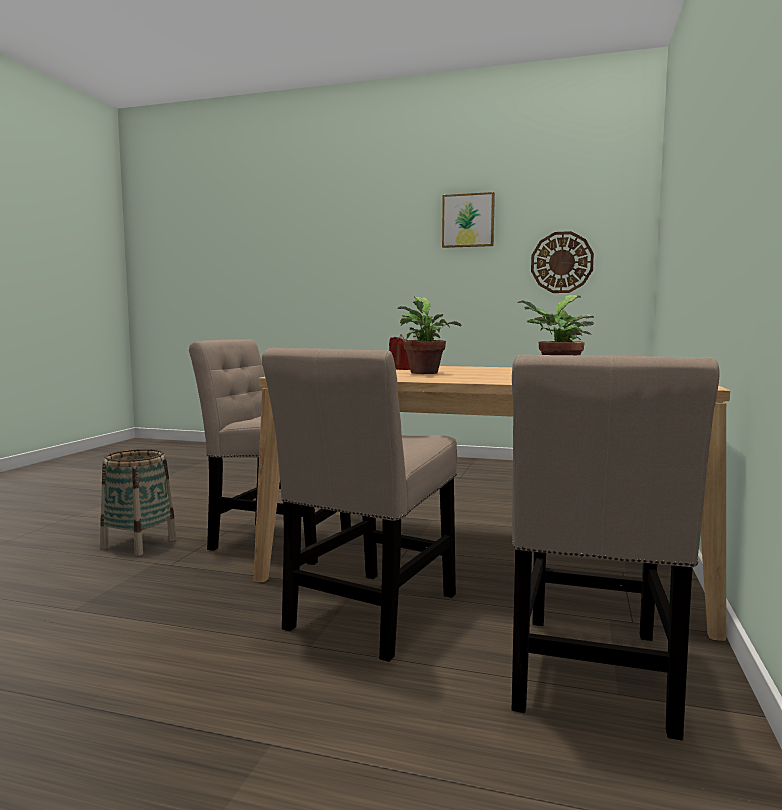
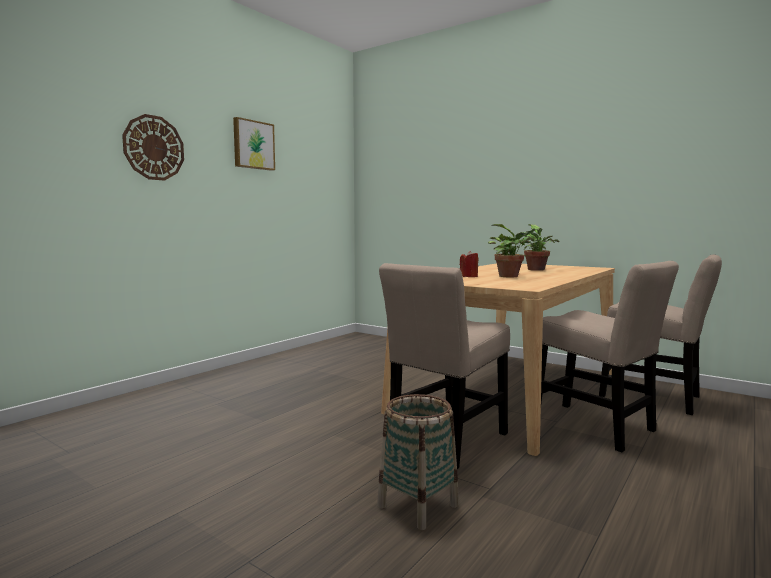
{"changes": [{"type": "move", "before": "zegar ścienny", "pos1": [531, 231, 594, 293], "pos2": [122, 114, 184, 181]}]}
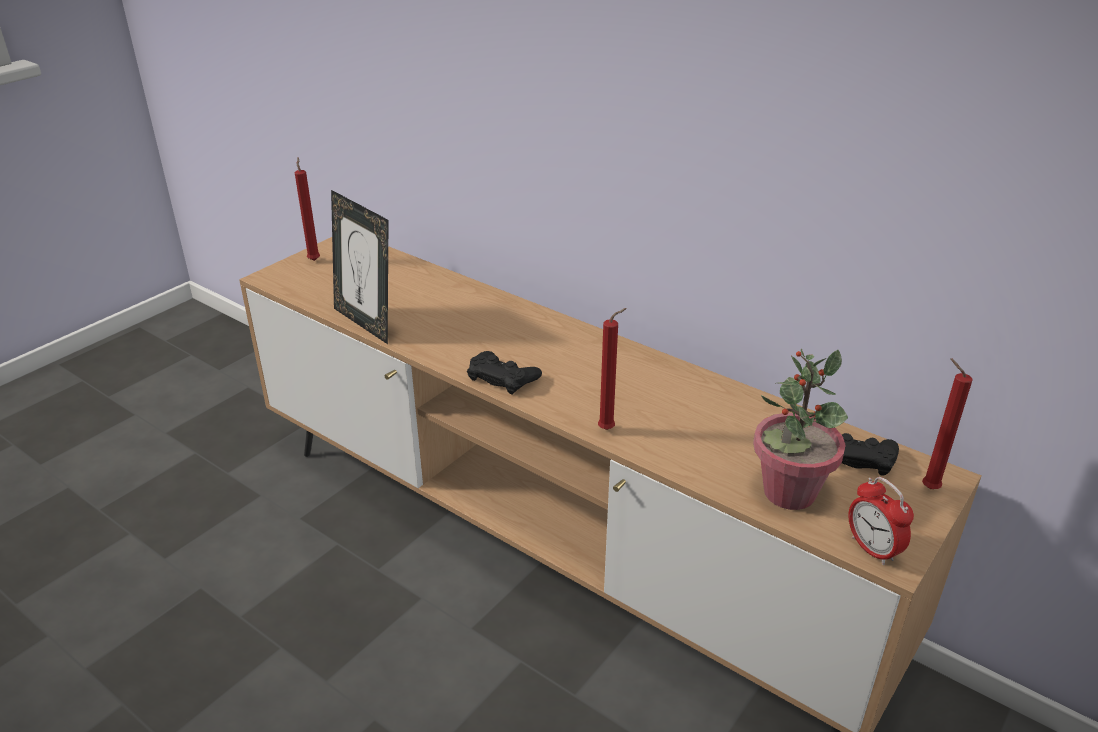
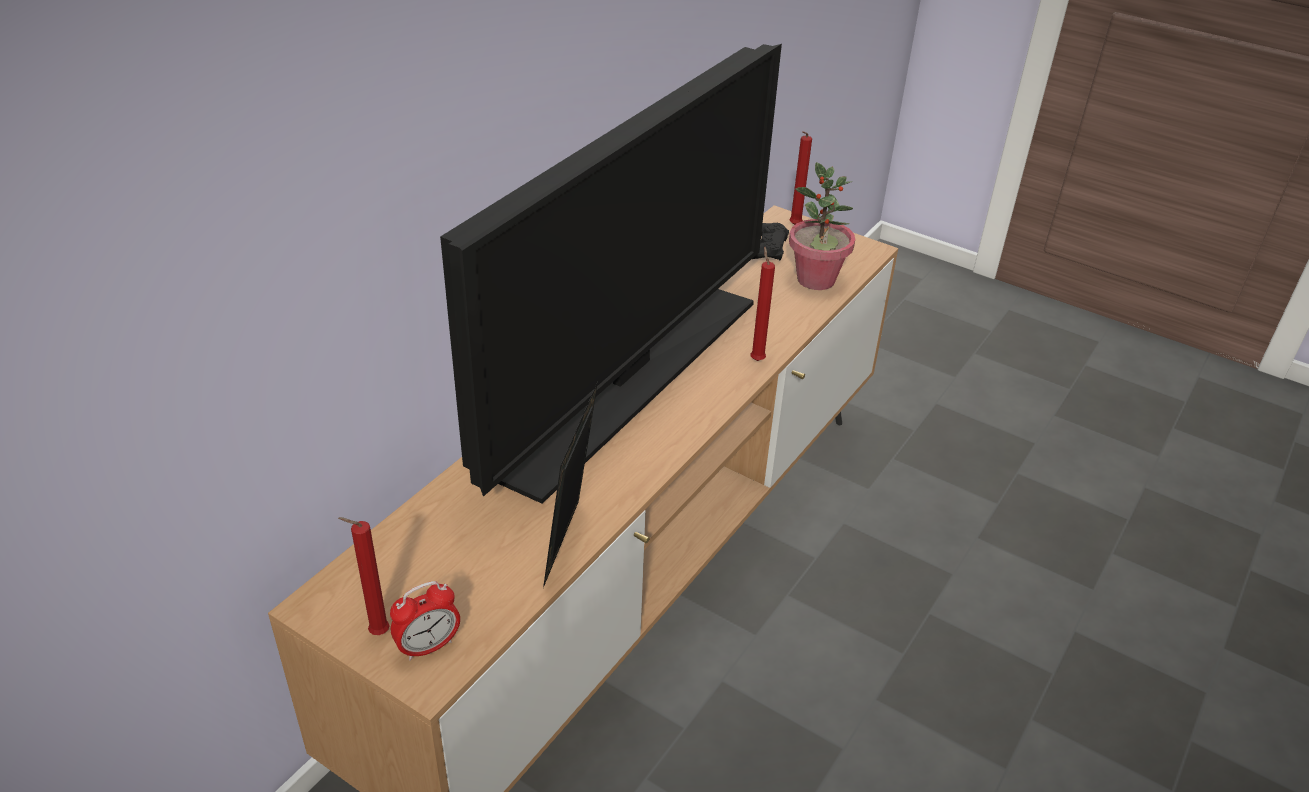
{"changes": [{"type": "rotate", "before": "ramka na zdjęcie", "pos1": [331, 190, 388, 344], "pos2": [543, 382, 598, 588], "turn": 150}, {"type": "delete", "before": "pad do gier/czarny", "pos1": [467, 351, 542, 394]}, {"type": "move", "before": "budzik", "pos1": [848, 477, 914, 565], "pos2": [390, 581, 460, 661]}, {"type": "insert", "after": "telewizor", "pos2": [440, 44, 782, 504]}]}
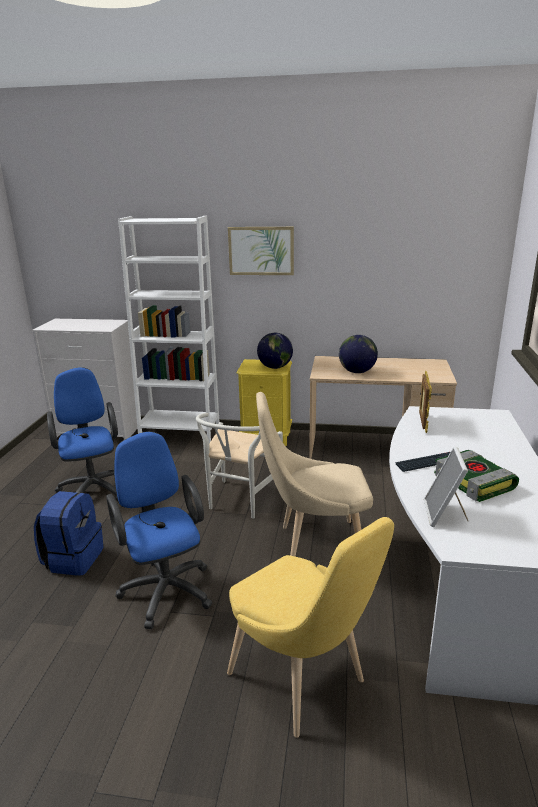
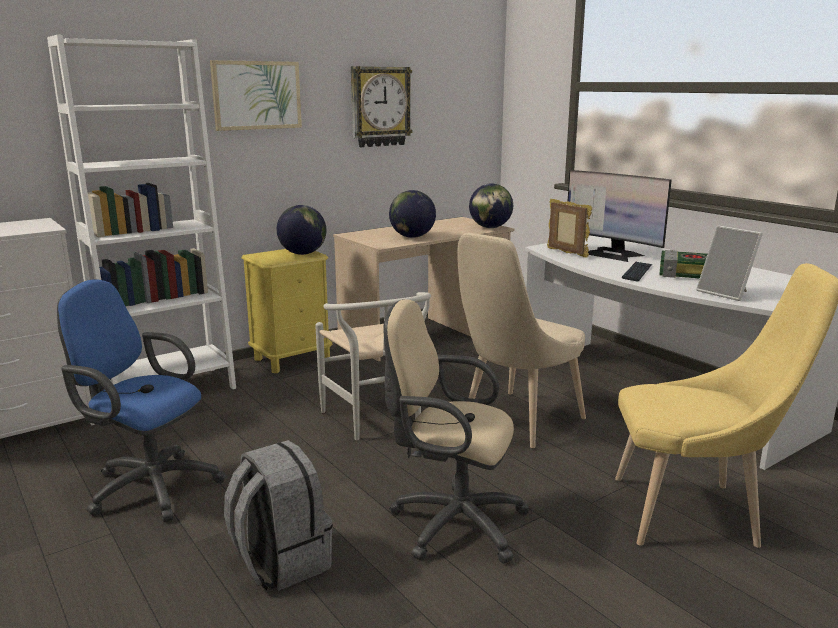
{"changes": [{"type": "recolor", "before": "krzesło biurowe/niebieski", "after": "krzesło biurowe/beżowy", "pos1": [106, 432, 212, 629], "pos2": [384, 299, 530, 564]}, {"type": "recolor", "before": "plecak/niebieski", "after": "plecak/szary", "pos1": [34, 491, 104, 576], "pos2": [224, 440, 333, 591]}, {"type": "insert", "after": "zegar ścienny", "pos2": [351, 66, 412, 147]}, {"type": "insert", "after": "monitor", "pos2": [568, 170, 672, 262]}, {"type": "insert", "after": "globus", "pos2": [469, 183, 513, 228]}]}
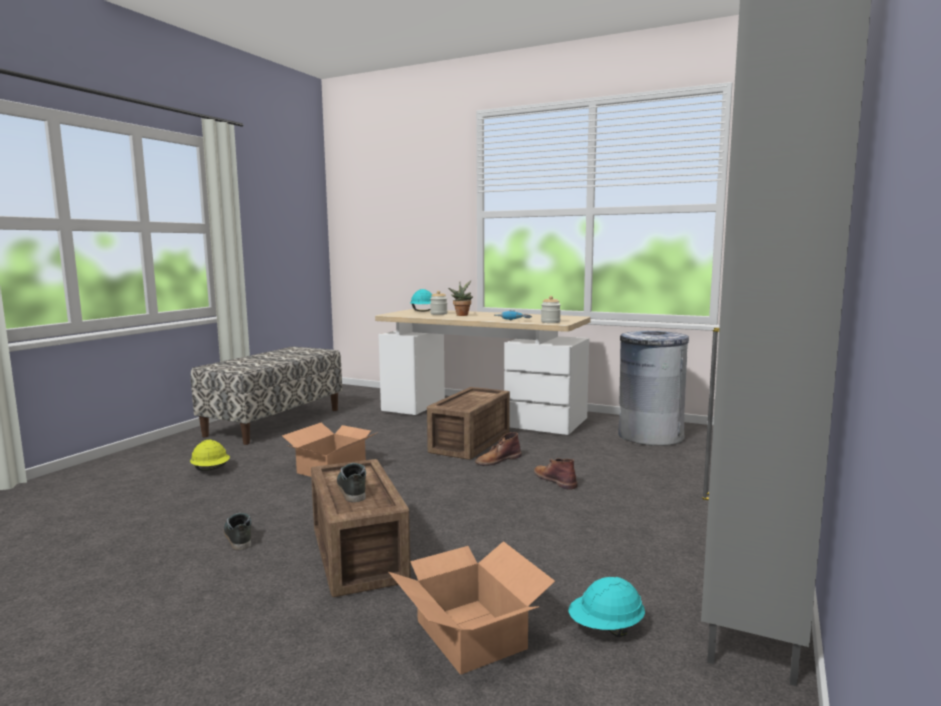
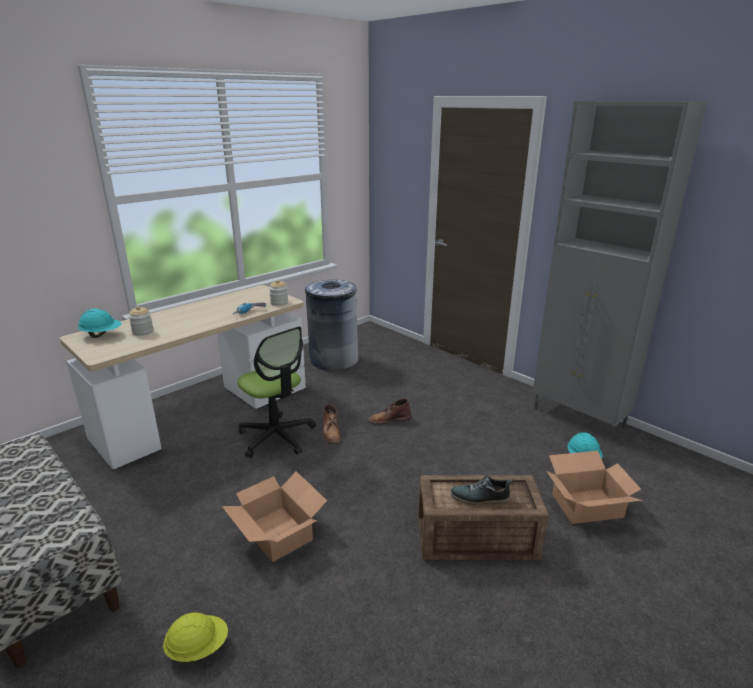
{"changes": [{"type": "delete", "before": "roślina doniczkowa", "pos1": [448, 281, 473, 316]}, {"type": "replace", "before": "skrzynka", "after": "krzesło biurowe", "pos1": [427, 387, 510, 460], "pos2": [237, 326, 316, 458]}, {"type": "delete", "before": "but", "pos1": [224, 513, 252, 550]}]}
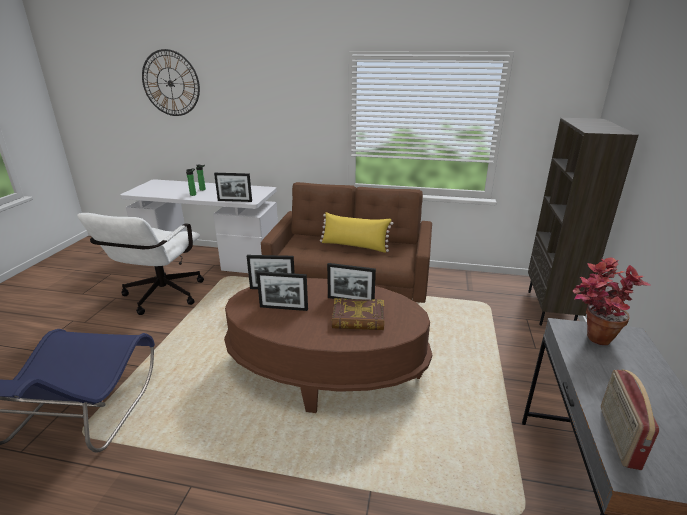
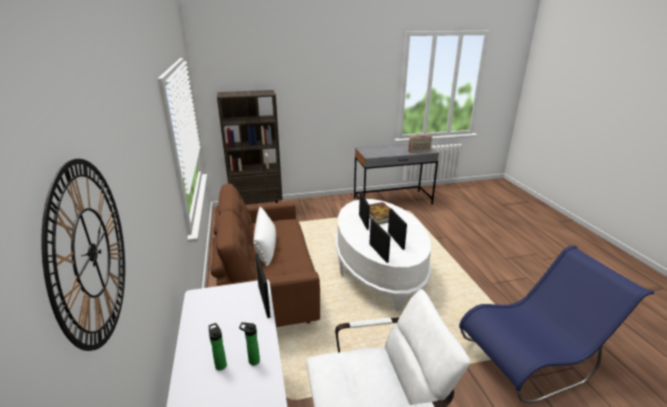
{"changes": [{"type": "recolor", "before": "poduszka/żółty", "after": "poduszka/biały", "pos1": [320, 212, 393, 253], "pos2": [253, 207, 276, 266]}, {"type": "delete", "before": "roślina doniczkowa", "pos1": [573, 257, 650, 345]}, {"type": "recolor", "before": "ława/brązowy", "after": "ława/biały", "pos1": [224, 278, 432, 413], "pos2": [336, 199, 431, 311]}]}
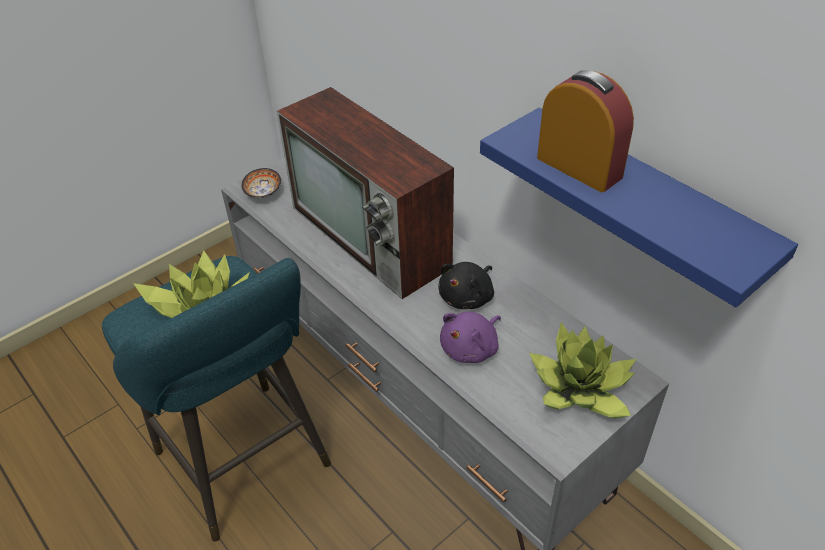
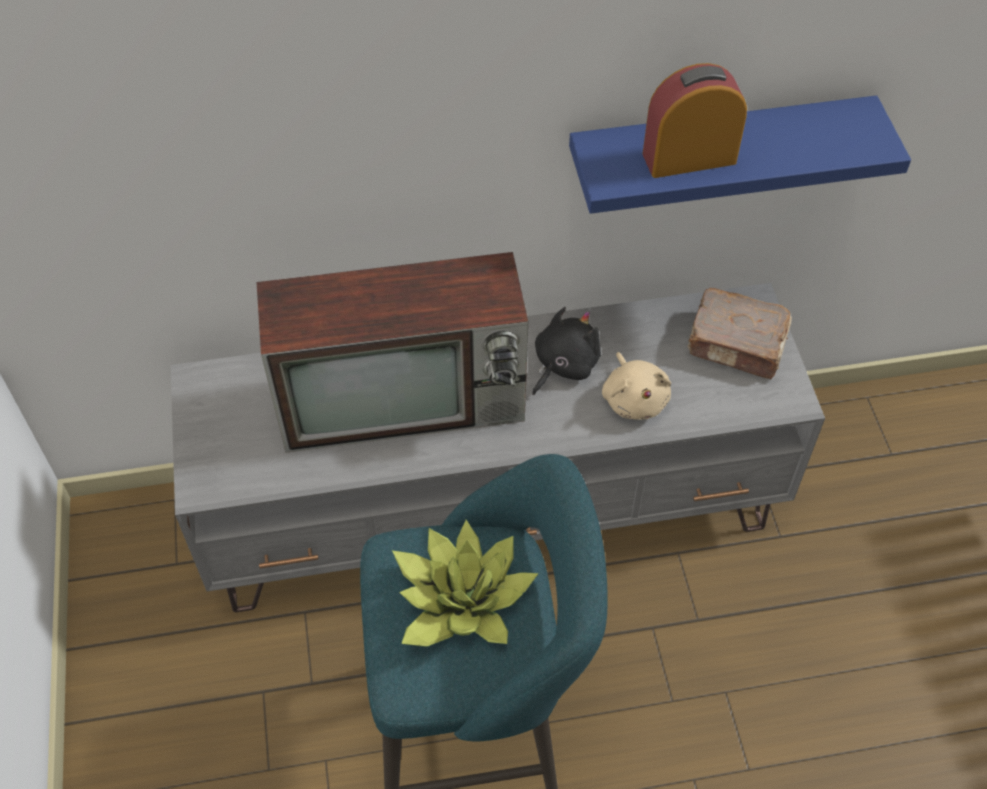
{"changes": [{"type": "delete", "before": "miska", "pos1": [241, 168, 281, 199]}, {"type": "rotate", "before": "pluszak/czarny", "pos1": [438, 262, 494, 309], "pos2": [532, 307, 601, 395], "turn": -120}, {"type": "recolor", "before": "pluszak/fioletowy", "after": "pluszak/beżowy", "pos1": [440, 312, 501, 363], "pos2": [602, 352, 671, 420]}, {"type": "replace", "before": "roślina doniczkowa", "after": "książka/brązowy", "pos1": [529, 322, 636, 419], "pos2": [687, 288, 792, 379]}]}
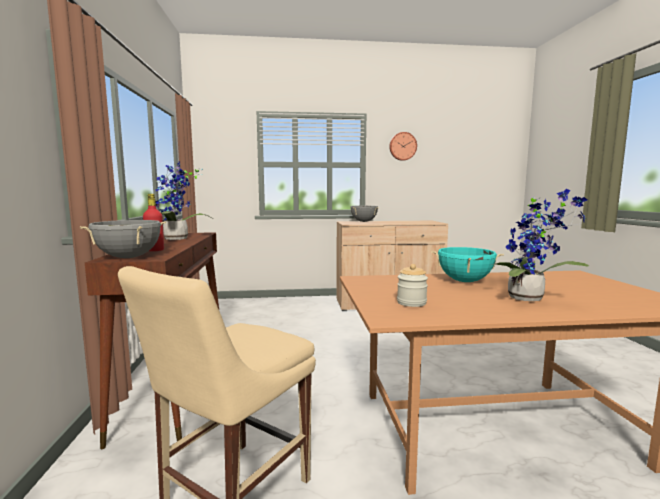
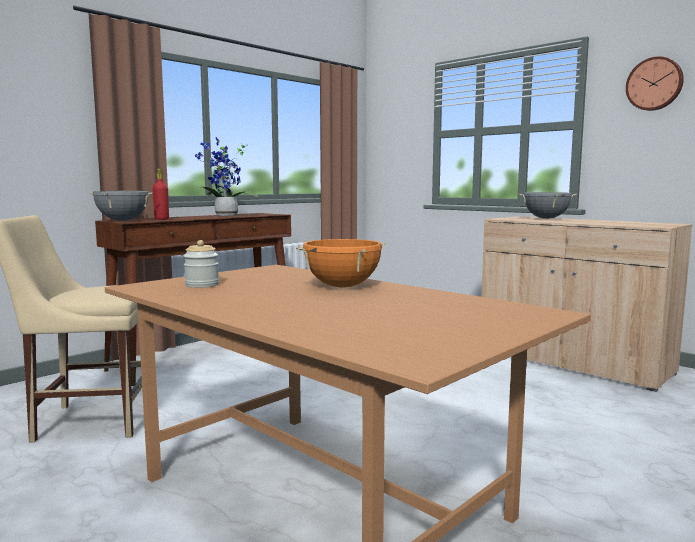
{"changes": [{"type": "delete", "before": "roślina doniczkowa", "pos1": [493, 189, 589, 301]}, {"type": "recolor", "before": "garnek/turkusowy", "after": "garnek/pomarańczowy", "pos1": [431, 247, 504, 282], "pos2": [296, 239, 386, 288]}]}
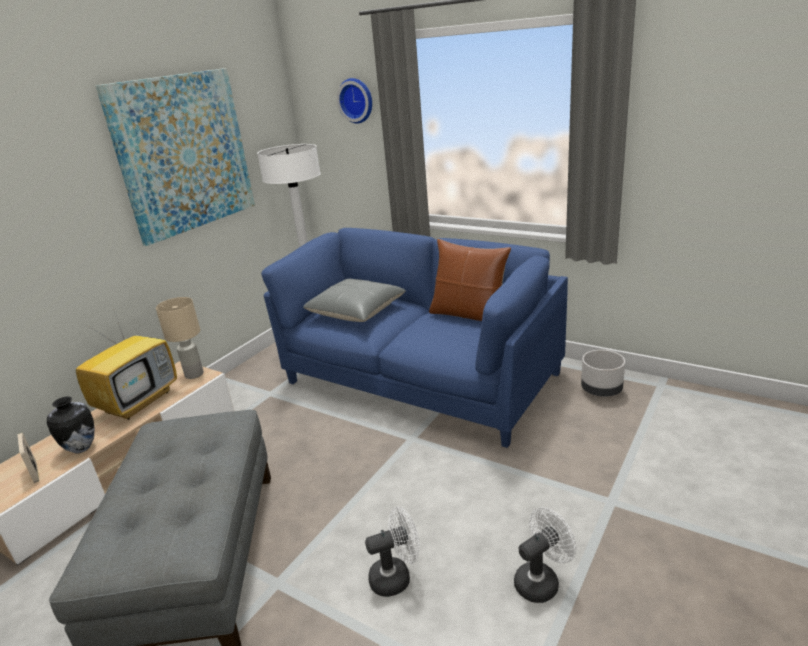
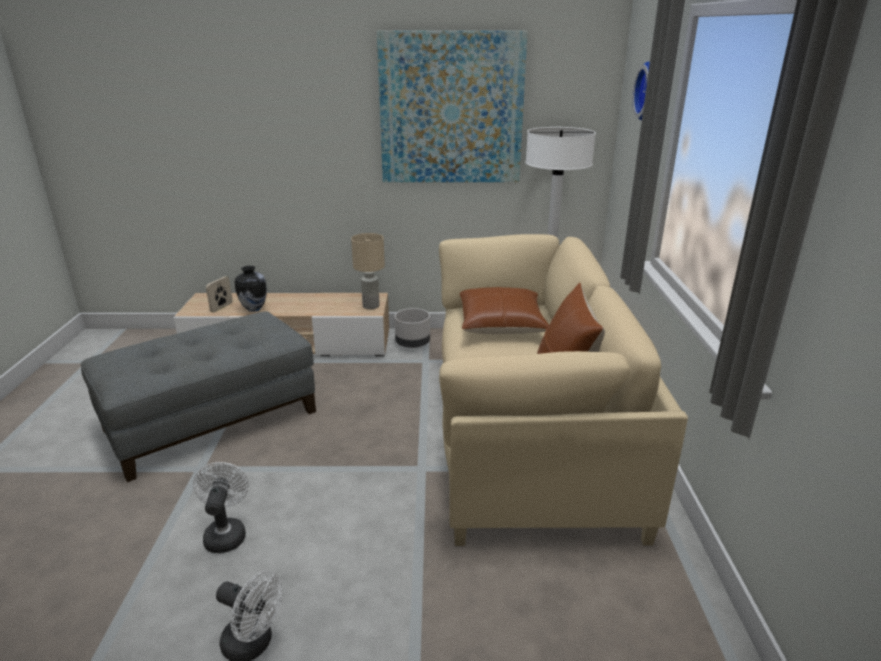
{"changes": [{"type": "recolor", "before": "kanapa/niebieski", "after": "kanapa/beżowy", "pos1": [261, 228, 568, 448], "pos2": [439, 234, 688, 546]}, {"type": "recolor", "before": "poduszka/szary", "after": "poduszka/brązowy", "pos1": [303, 279, 406, 322], "pos2": [460, 287, 549, 334]}, {"type": "delete", "before": "telewizor", "pos1": [76, 313, 177, 420]}, {"type": "move", "before": "donica/szary", "pos1": [581, 350, 625, 397], "pos2": [395, 308, 430, 348]}, {"type": "rotate", "before": "wentylator/biały", "pos1": [365, 507, 420, 597], "pos2": [193, 462, 249, 553], "turn": -135}]}
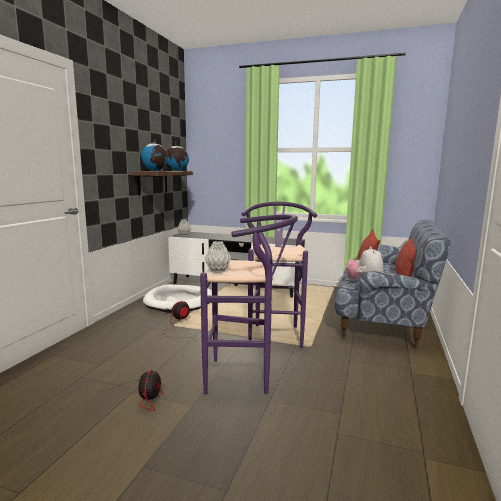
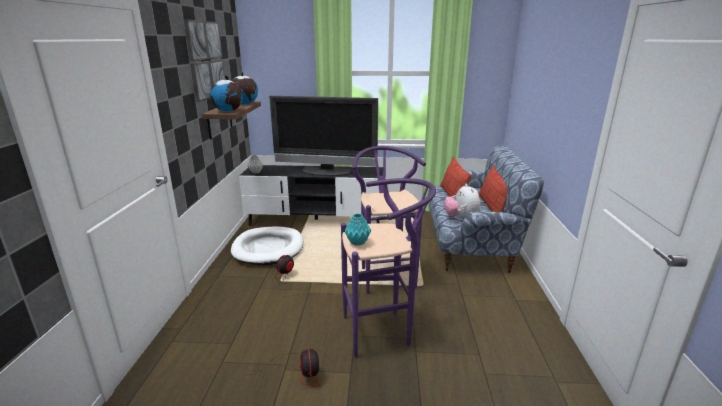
{"changes": [{"type": "recolor", "before": "wazon/szary", "after": "wazon/turkusowy", "pos1": [205, 241, 231, 273], "pos2": [345, 214, 371, 246]}, {"type": "insert", "after": "obraz", "pos2": [184, 19, 225, 102]}, {"type": "insert", "after": "telewizor", "pos2": [269, 96, 378, 176]}]}
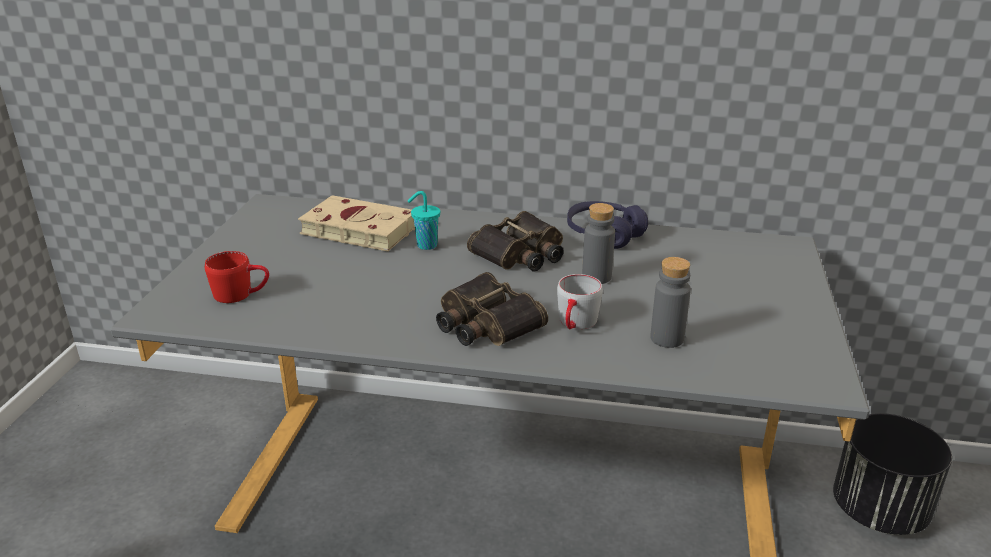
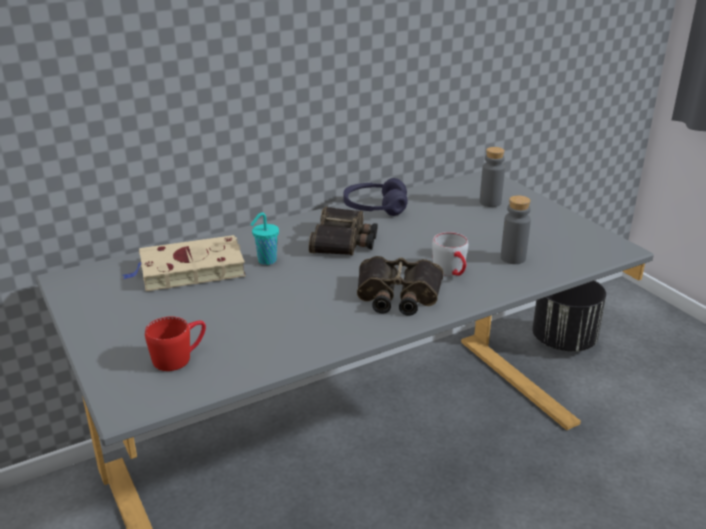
{"changes": [{"type": "move", "before": "butelka/szary", "pos1": [582, 203, 615, 284], "pos2": [480, 147, 505, 207]}]}
